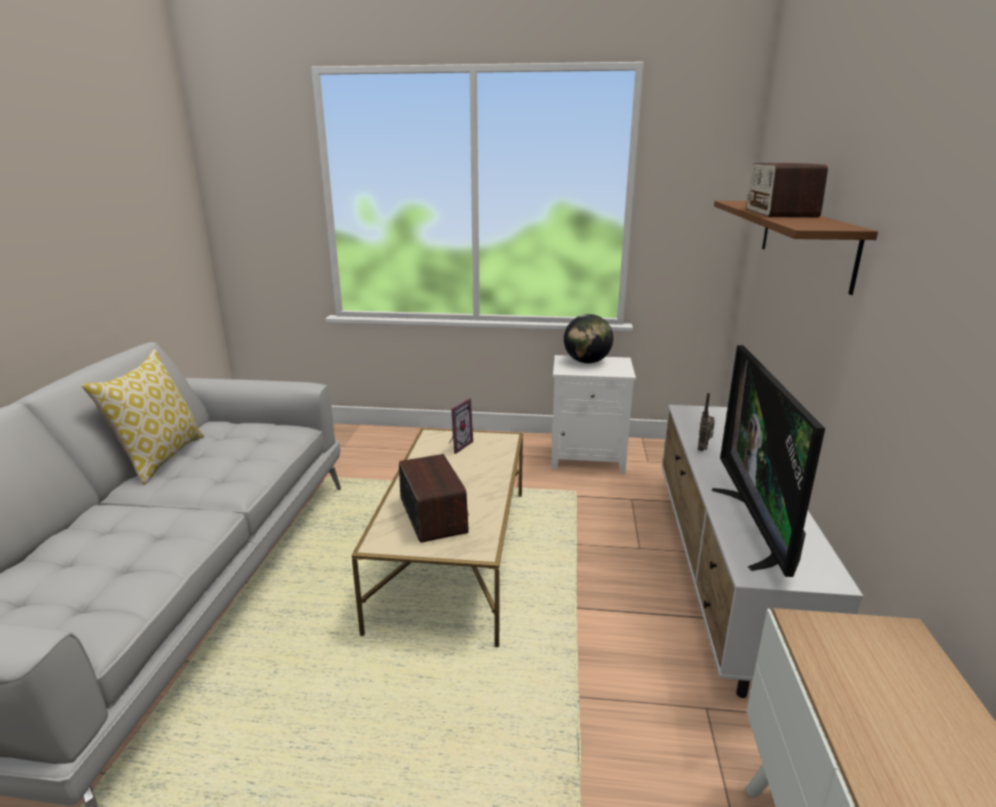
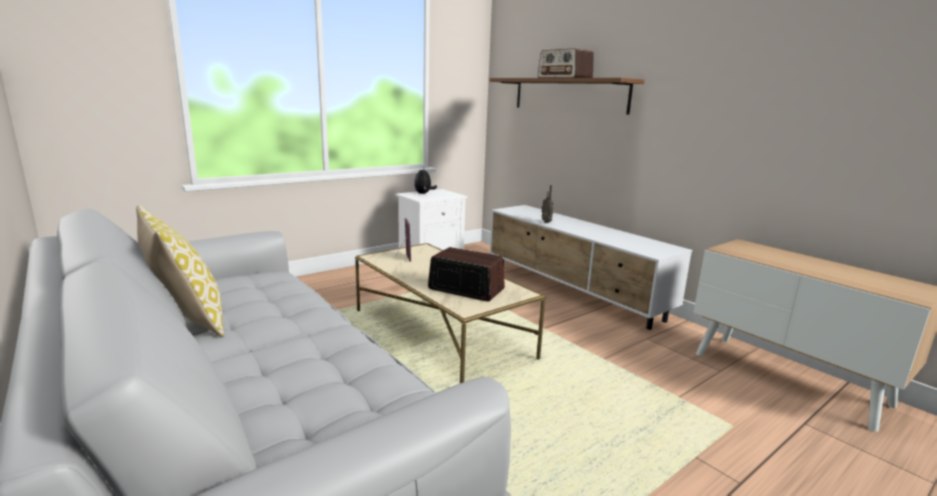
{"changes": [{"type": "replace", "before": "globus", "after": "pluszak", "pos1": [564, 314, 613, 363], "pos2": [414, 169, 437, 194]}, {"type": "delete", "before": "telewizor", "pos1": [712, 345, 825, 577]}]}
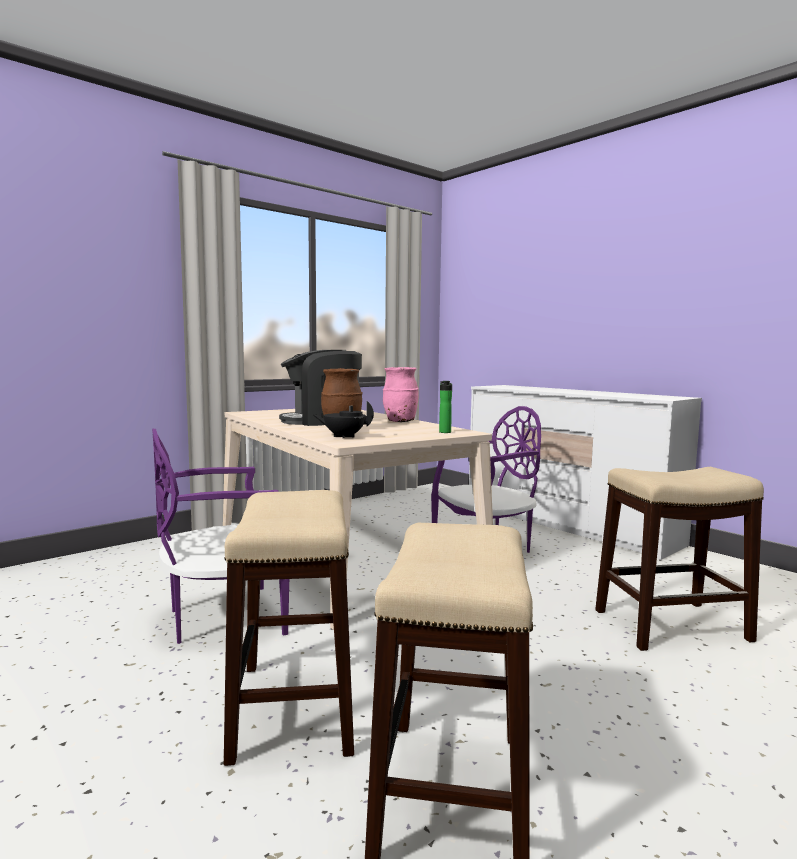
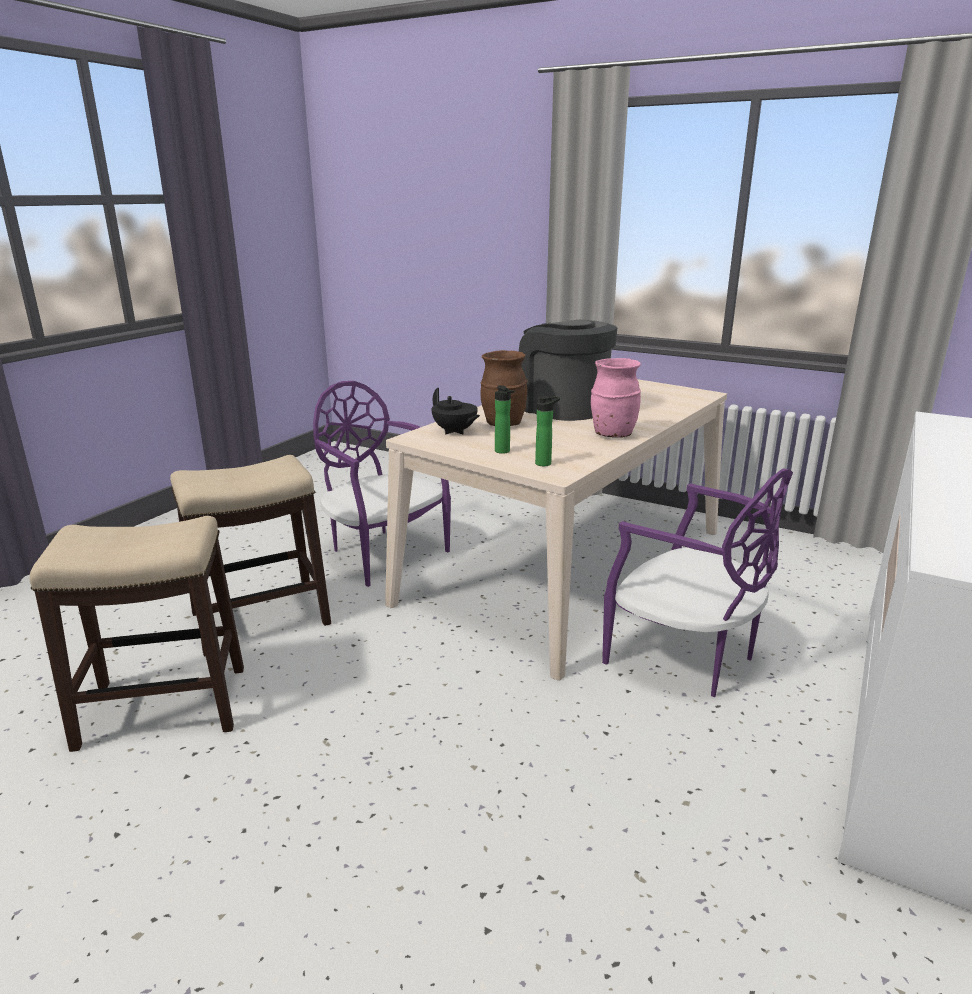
{"changes": [{"type": "rotate", "before": "imbryk/czarny", "pos1": [313, 401, 374, 439], "pos2": [431, 388, 480, 434], "turn": 150}, {"type": "delete", "before": "stołek", "pos1": [595, 467, 764, 651]}, {"type": "insert", "after": "butelka", "pos2": [495, 385, 515, 454]}]}
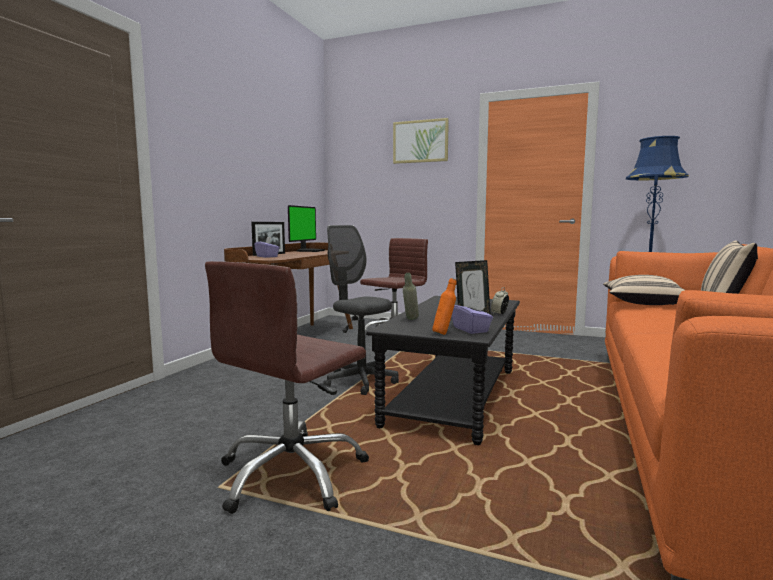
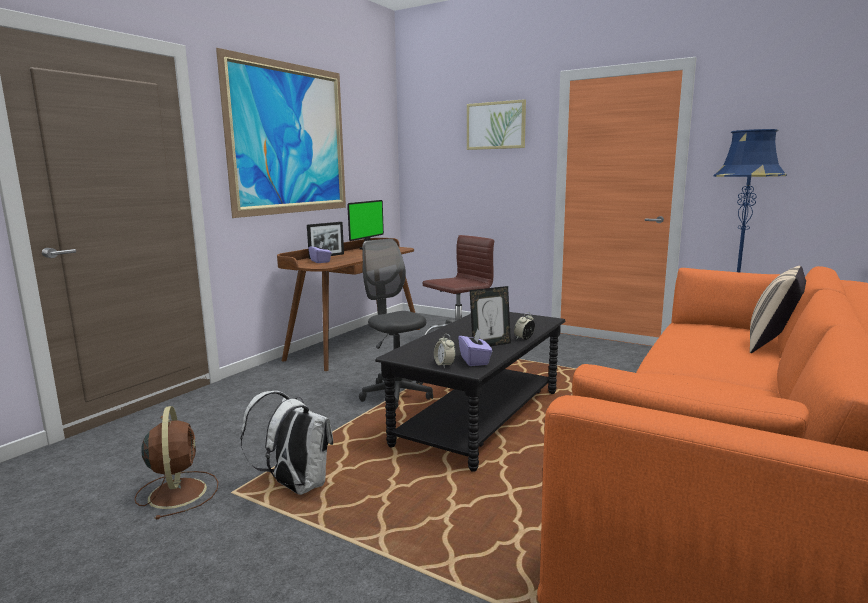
{"changes": [{"type": "replace", "before": "krzesło biurowe/brązowy", "after": "plecak/biały", "pos1": [205, 261, 369, 514], "pos2": [240, 391, 333, 495]}, {"type": "delete", "before": "butelka/szary", "pos1": [403, 273, 419, 320]}, {"type": "delete", "before": "poduszka/beżowy", "pos1": [603, 275, 685, 305]}, {"type": "replace", "before": "butelka/pomarańczowy", "after": "budzik", "pos1": [432, 278, 456, 335], "pos2": [434, 334, 456, 368]}, {"type": "insert", "after": "obraz", "pos2": [216, 48, 346, 218]}, {"type": "insert", "after": "wentylator/brązowy", "pos2": [134, 406, 218, 520]}]}
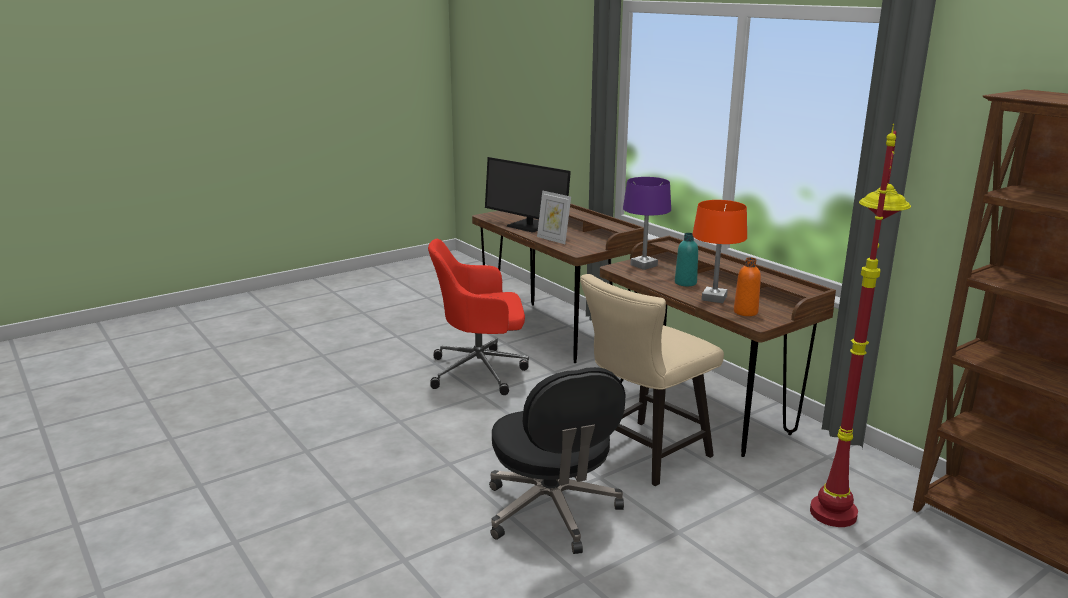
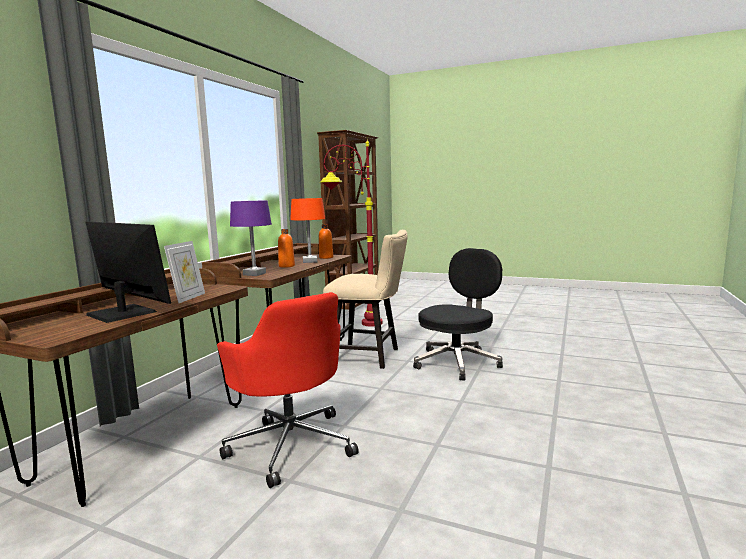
{"changes": [{"type": "rotate", "before": "monitor", "pos1": [485, 157, 571, 233], "pos2": [86, 221, 171, 323], "turn": -60}, {"type": "recolor", "before": "butelka/turkusowy", "after": "butelka/pomarańczowy", "pos1": [675, 233, 698, 286], "pos2": [278, 229, 295, 268]}]}
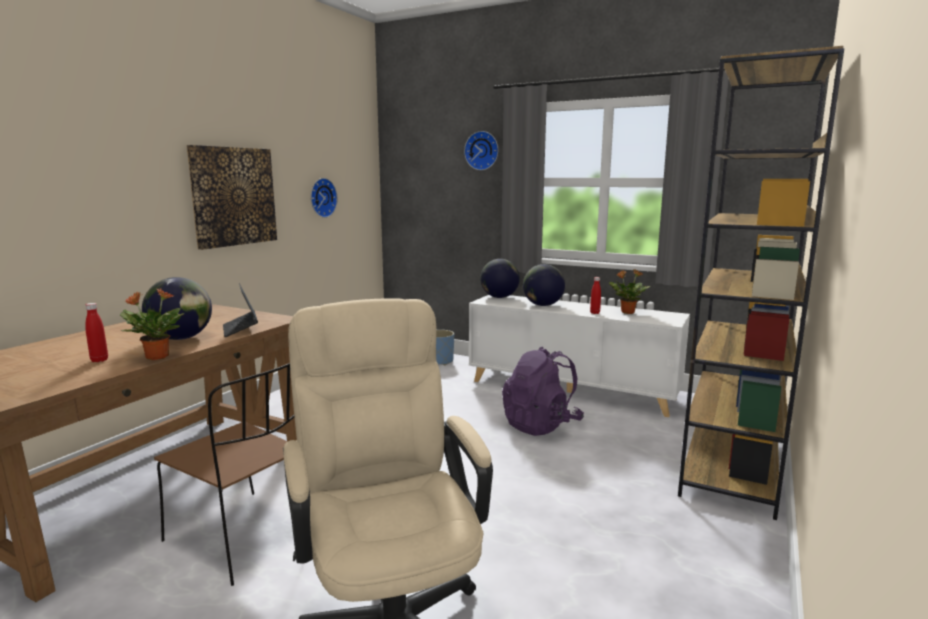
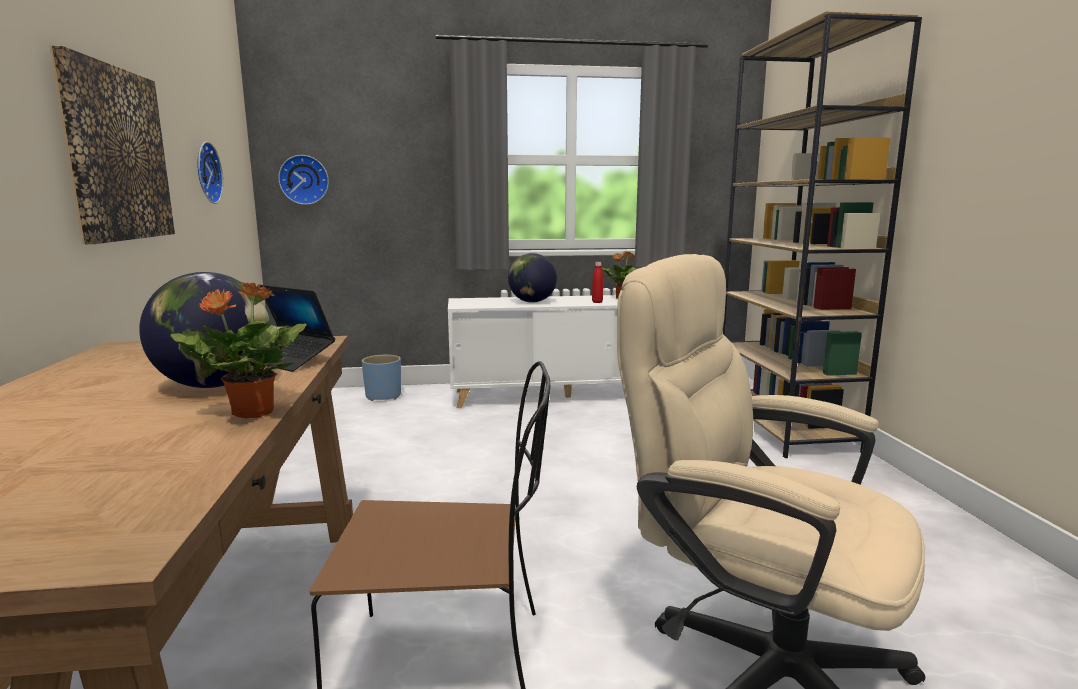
{"changes": [{"type": "move", "before": "zegar ścienny", "pos1": [464, 131, 498, 170], "pos2": [278, 155, 329, 205]}, {"type": "delete", "before": "globus", "pos1": [480, 259, 520, 298]}, {"type": "delete", "before": "butelka/czerwony", "pos1": [85, 303, 108, 362]}, {"type": "delete", "before": "plecak/fioletowy", "pos1": [502, 346, 584, 436]}]}
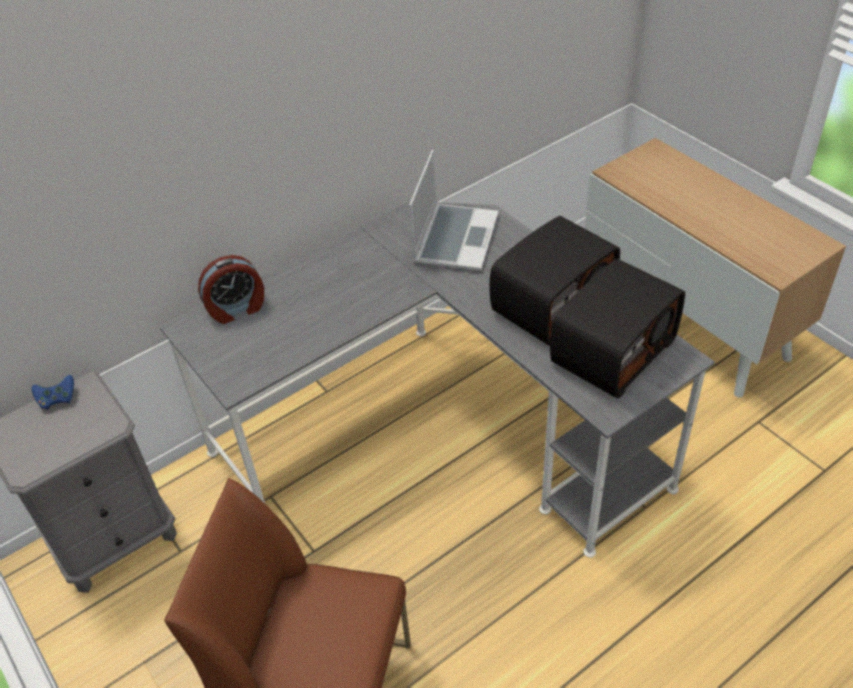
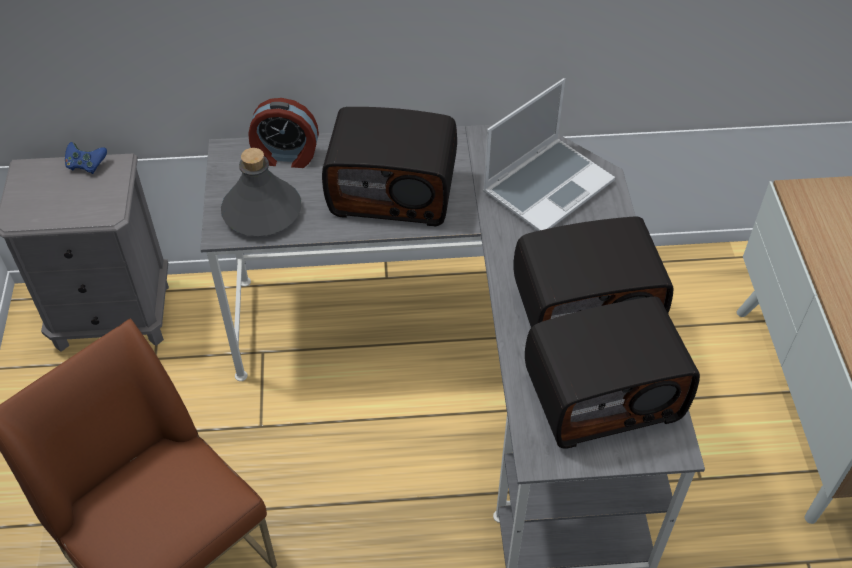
{"changes": [{"type": "insert", "after": "radio", "pos2": [322, 107, 457, 226]}, {"type": "insert", "after": "butelka/szary", "pos2": [221, 148, 302, 236]}]}
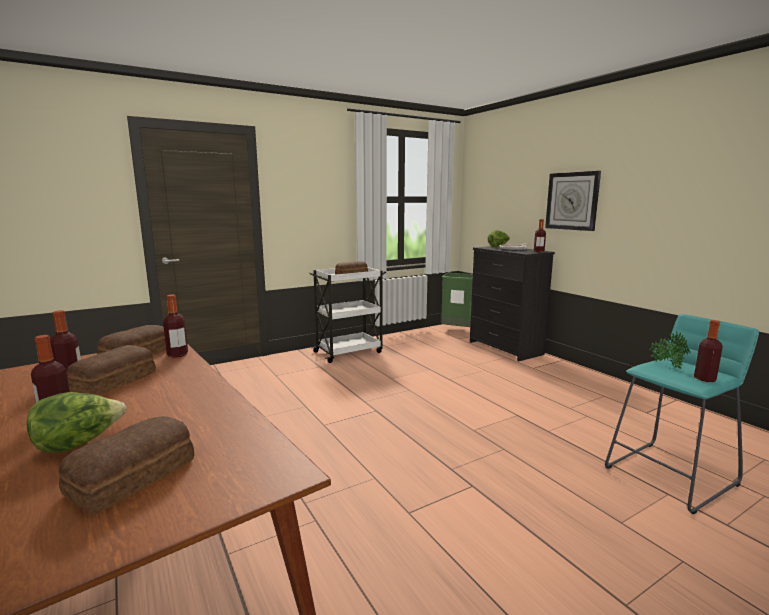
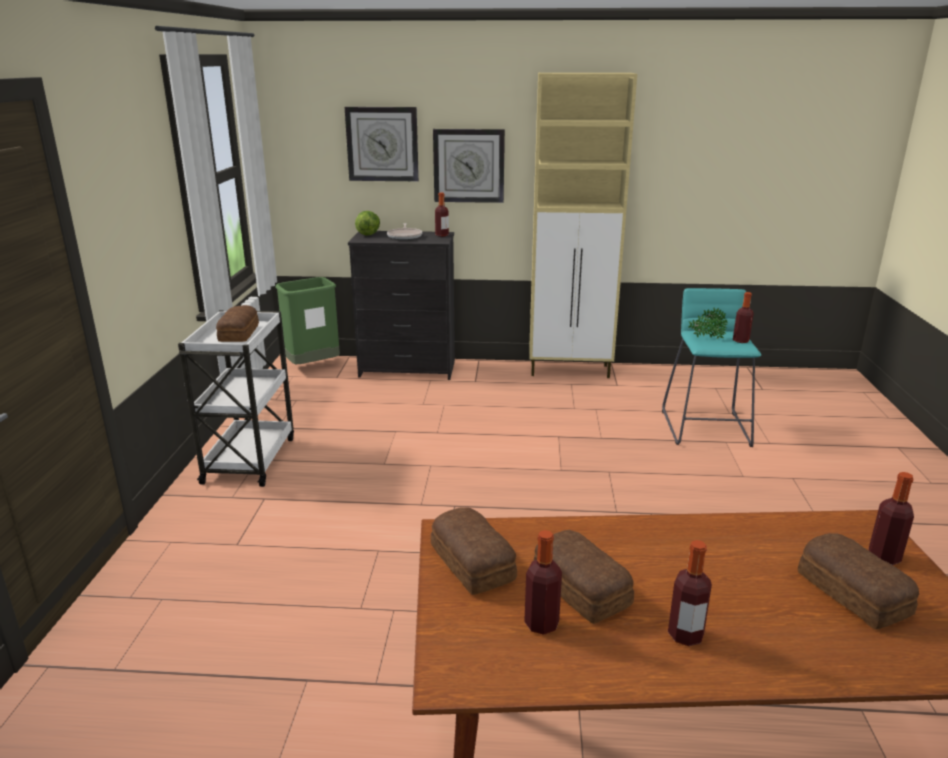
{"changes": [{"type": "move", "before": "butelka", "pos1": [163, 294, 188, 358], "pos2": [869, 472, 914, 565]}, {"type": "delete", "before": "sałata", "pos1": [27, 392, 126, 453]}, {"type": "insert", "after": "szafka/beżowy", "pos2": [529, 73, 637, 378]}, {"type": "insert", "after": "zegar ścienny", "pos2": [345, 107, 419, 181]}]}
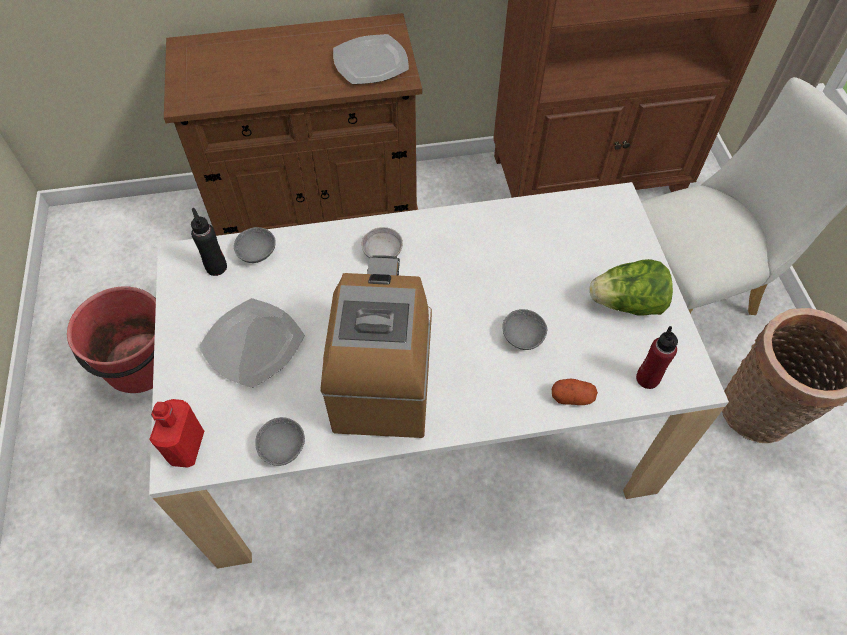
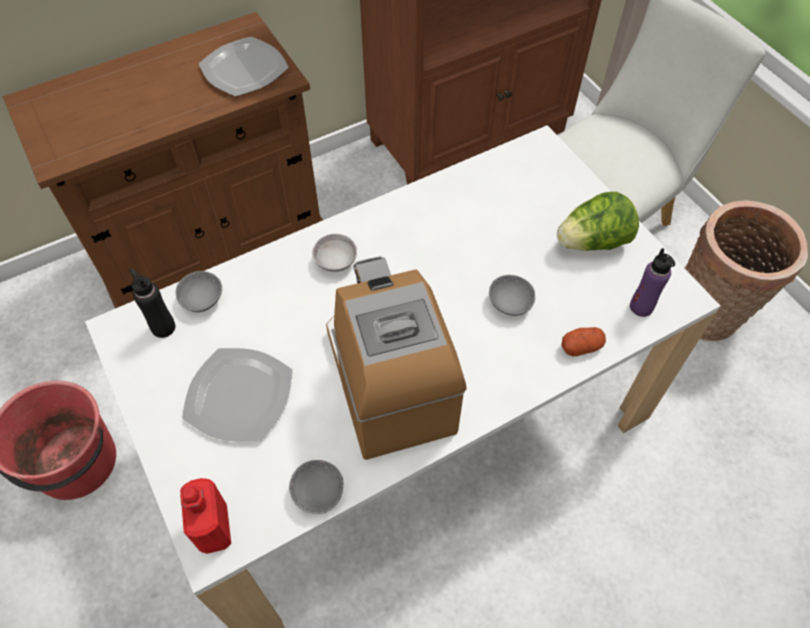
{"changes": [{"type": "recolor", "before": "butelka/czerwony", "after": "butelka/fioletowy", "pos1": [636, 326, 678, 389], "pos2": [630, 248, 675, 317]}]}
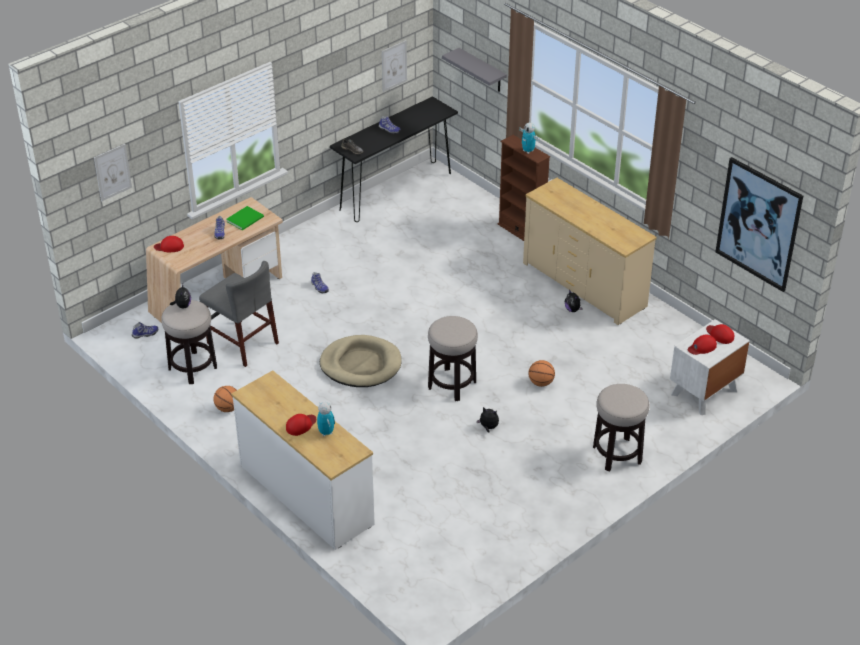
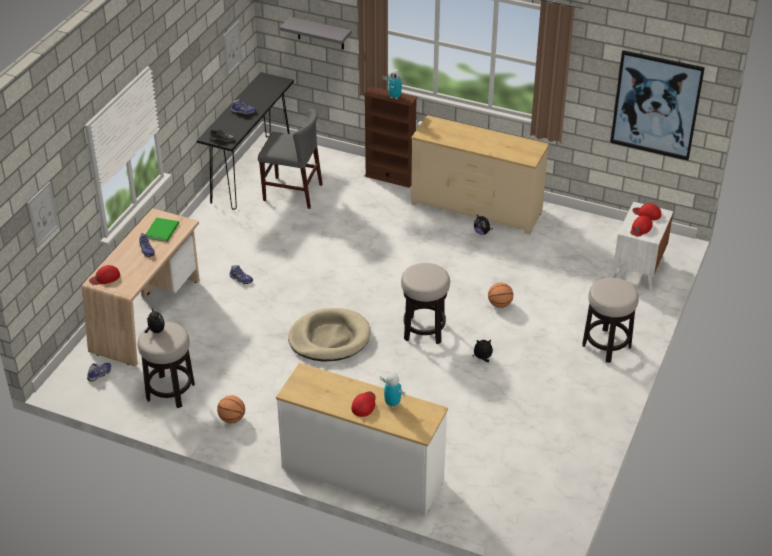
{"changes": [{"type": "move", "before": "krzesło/szary", "pos1": [199, 261, 279, 367], "pos2": [258, 108, 323, 209]}]}
